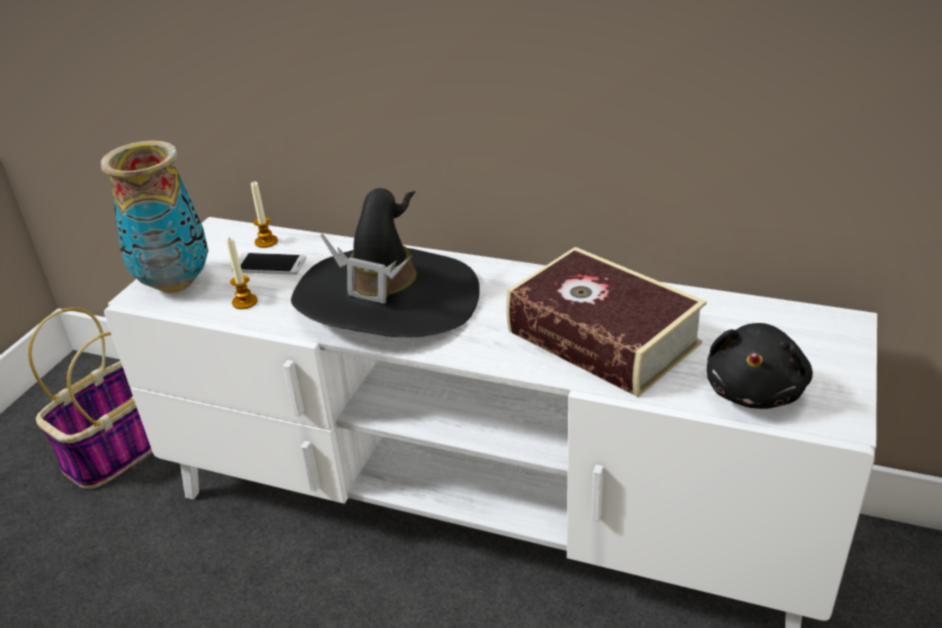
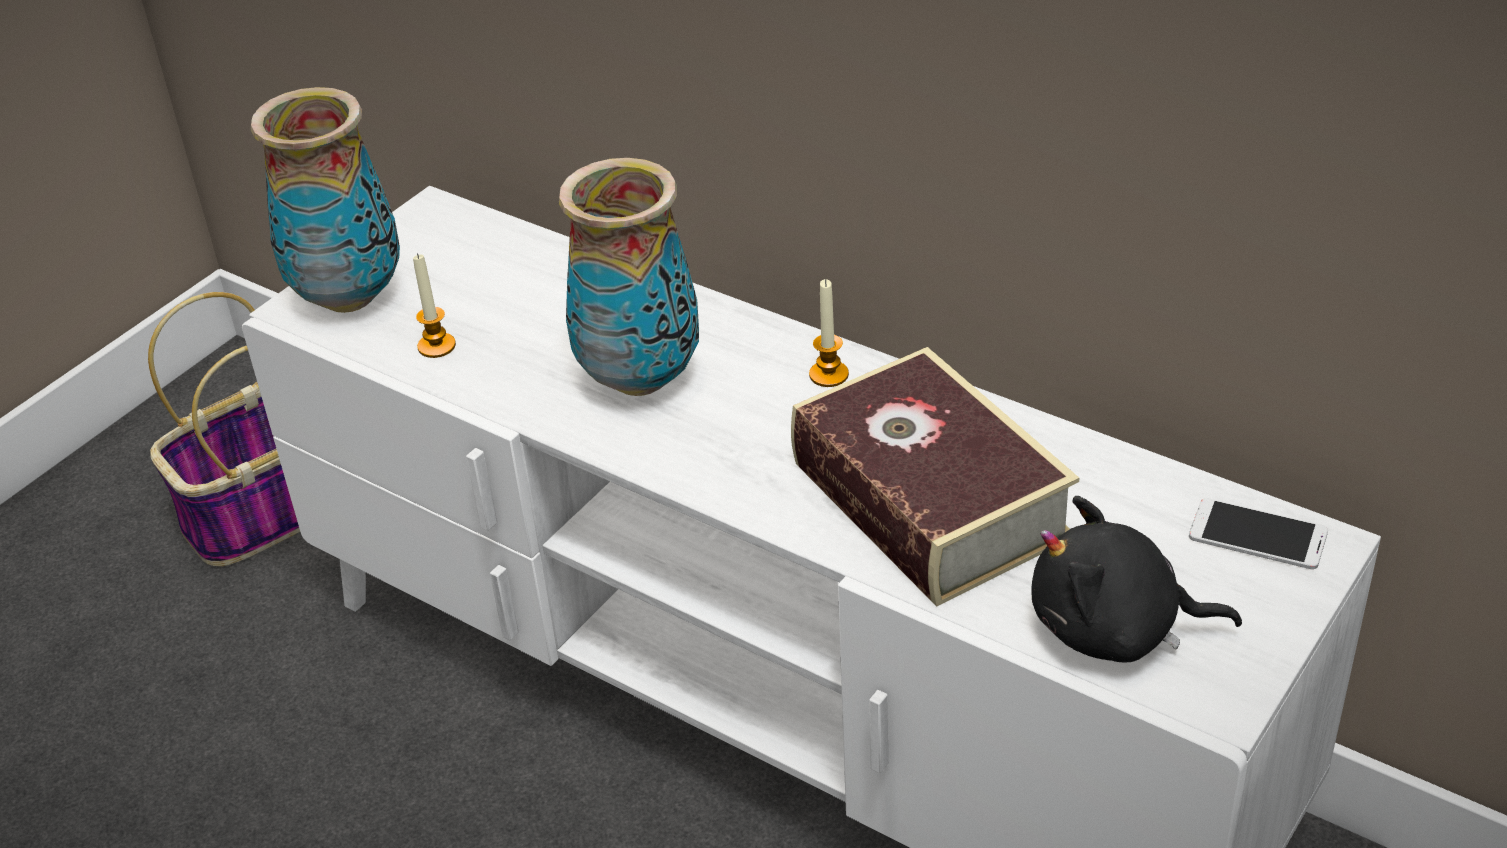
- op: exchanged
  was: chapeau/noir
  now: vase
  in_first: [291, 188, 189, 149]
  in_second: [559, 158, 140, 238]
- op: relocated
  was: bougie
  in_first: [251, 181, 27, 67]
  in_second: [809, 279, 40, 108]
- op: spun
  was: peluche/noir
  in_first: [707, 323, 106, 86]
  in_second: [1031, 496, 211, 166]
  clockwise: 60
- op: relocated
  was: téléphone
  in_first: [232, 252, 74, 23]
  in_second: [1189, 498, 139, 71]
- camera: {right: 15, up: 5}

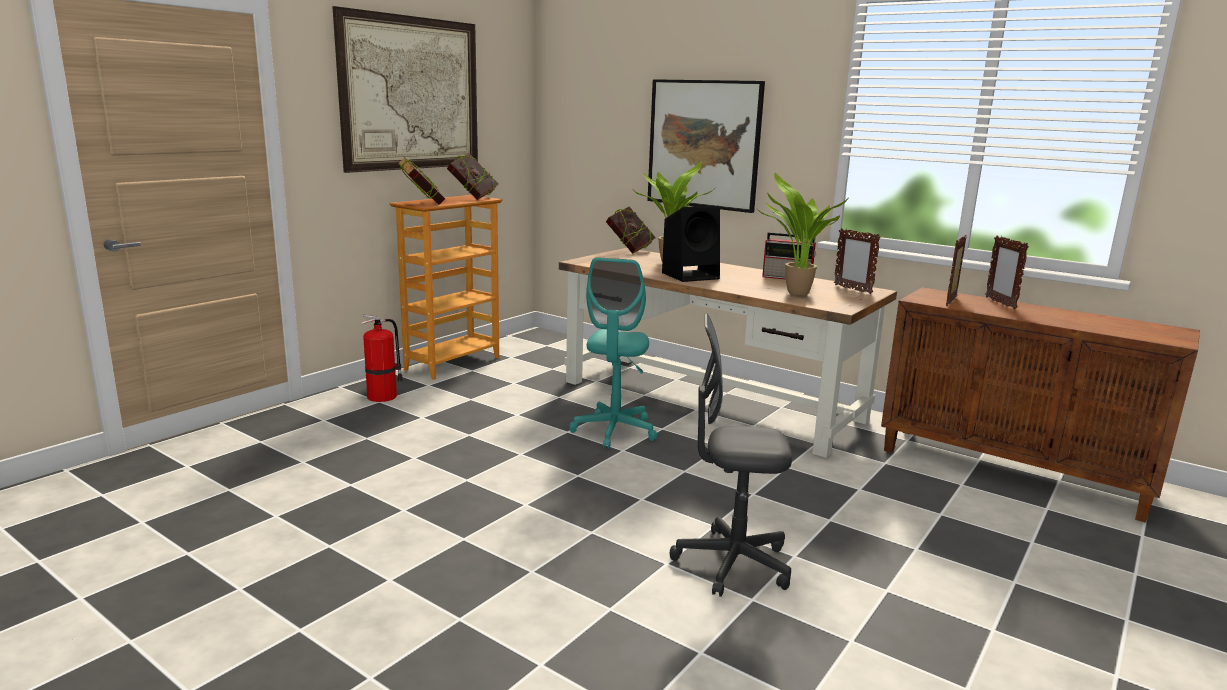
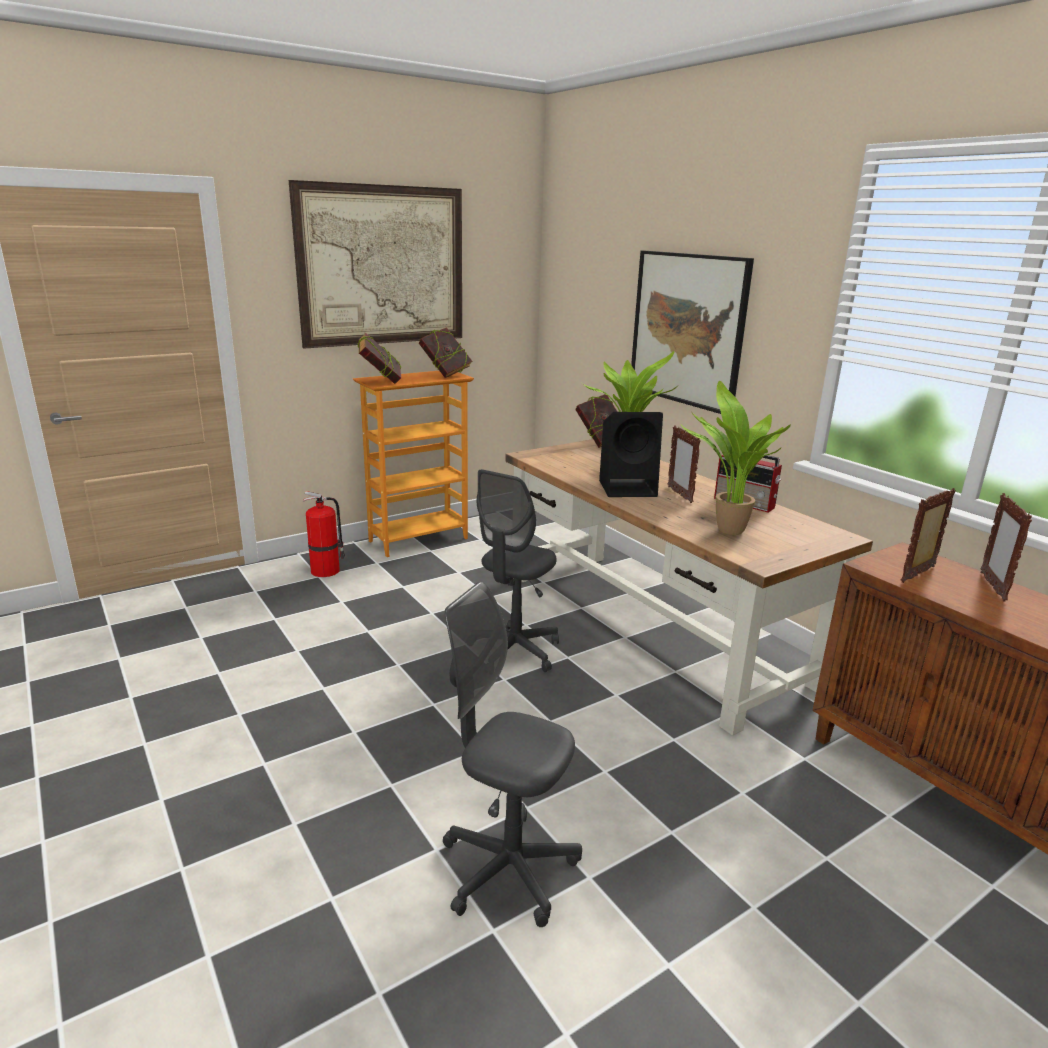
- op: colour
  was: chaise de bureau/turquoise
  now: chaise de bureau/gris
  in_first: [569, 257, 88, 192]
  in_second: [477, 469, 82, 203]
- op: relocated
  was: cadre photo
  in_first: [834, 228, 47, 66]
  in_second: [668, 425, 33, 78]
- camera: {right: 20, up: 5}

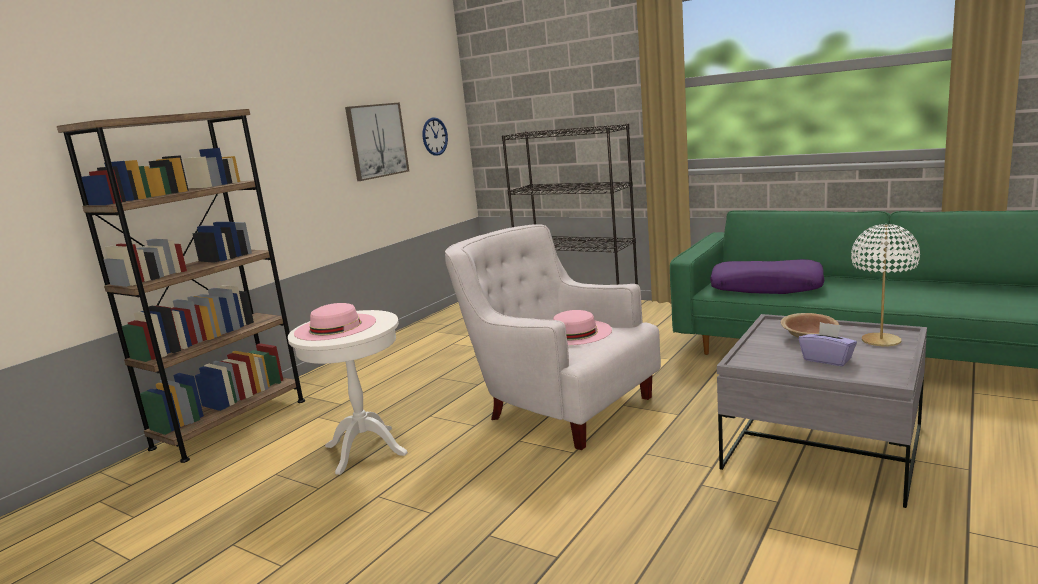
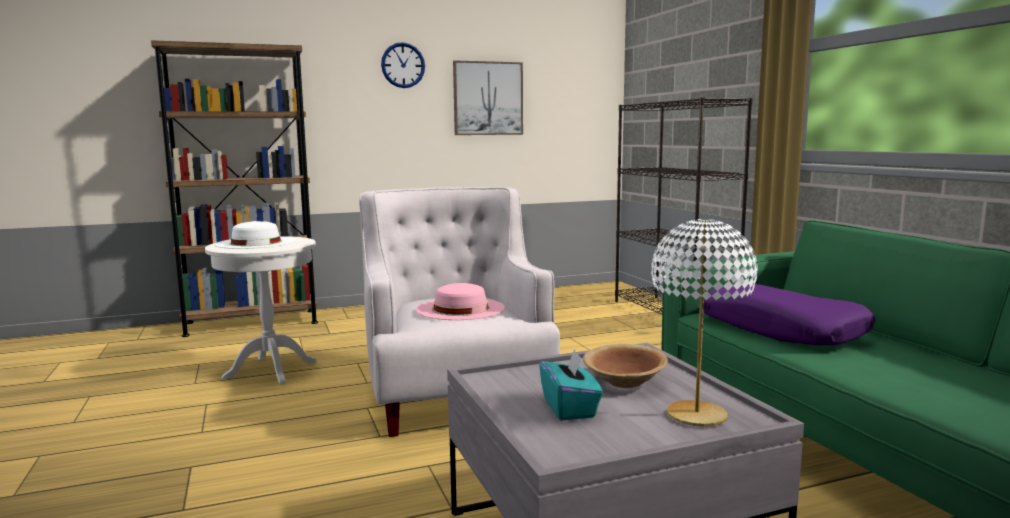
- op: colour
  was: chapeau/rose
  now: chapeau/blanc
  in_first: [294, 303, 82, 38]
  in_second: [215, 221, 81, 28]
- op: relocated
  was: horloge murale
  in_first: [422, 117, 26, 39]
  in_second: [381, 42, 44, 46]
- op: colour
  was: boîte à mouchoirs/violet
  now: boîte à mouchoirs/turquoise
  in_first: [799, 322, 58, 44]
  in_second: [539, 348, 64, 72]
- camera: {right: 35, up: -5}

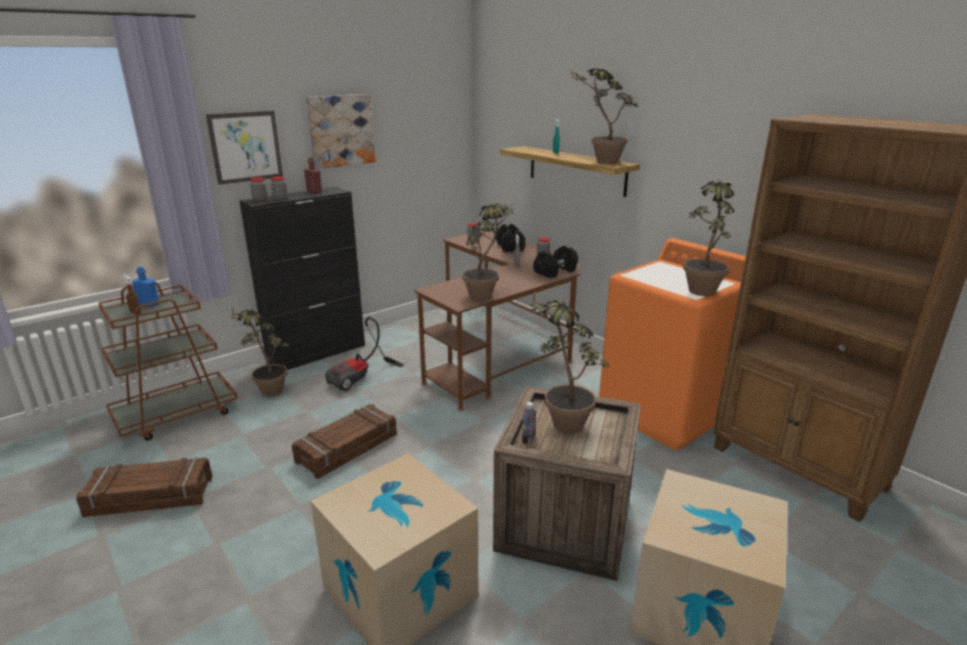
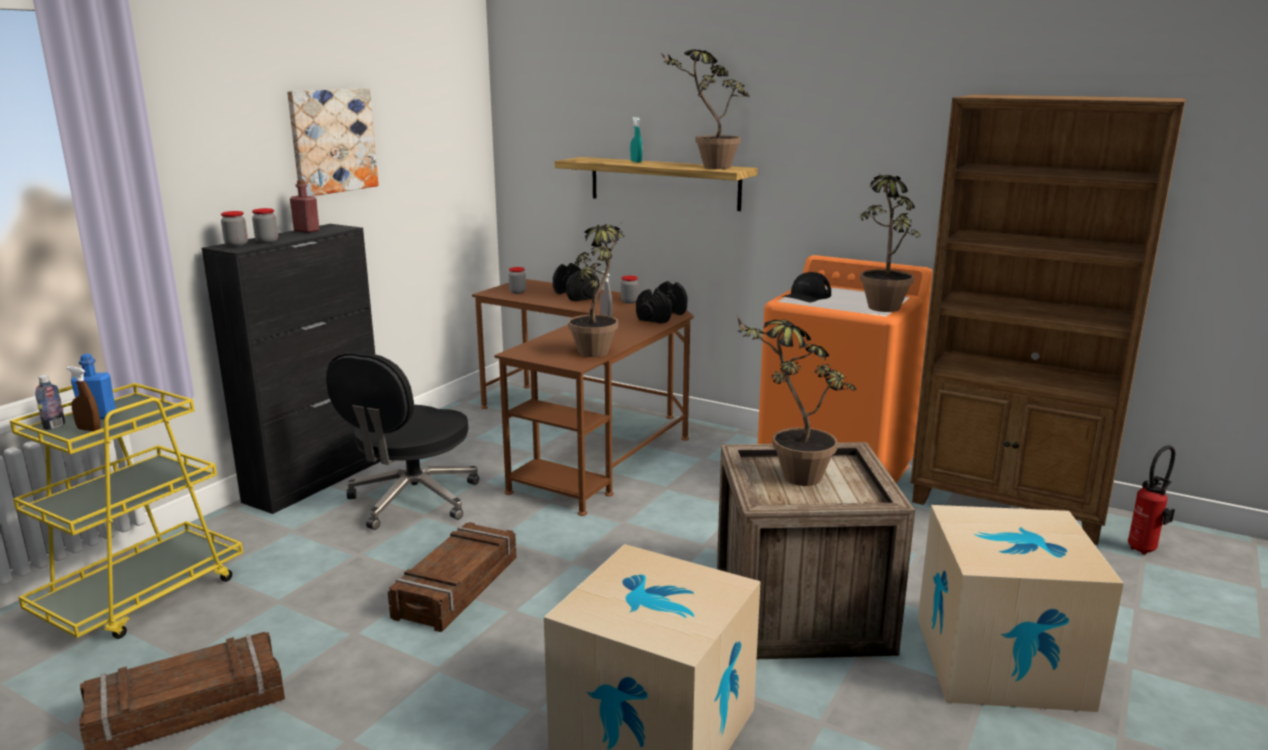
- op: colour
  was: chariot/marron
  now: chariot/jaune
  in_first: [98, 282, 139, 159]
  in_second: [10, 383, 233, 256]
- op: relocated
  was: bouteille
  in_first: [522, 402, 14, 42]
  in_second: [35, 375, 30, 55]
- op: exchanged
  was: aspirateur
  now: chaise de bureau/noir
  in_first: [325, 317, 79, 74]
  in_second: [326, 352, 153, 178]
- op: appeared
  now: casquette/noir
  in_second: [782, 272, 49, 30]
- op: appeared
  now: extincteur
  in_second: [1128, 445, 48, 110]
- op: missing
  was: tableau
  in_first: [206, 111, 77, 74]
- op: missing
  was: plante en pot
  in_first: [231, 307, 58, 90]
- camera: {right: -20, up: -5}

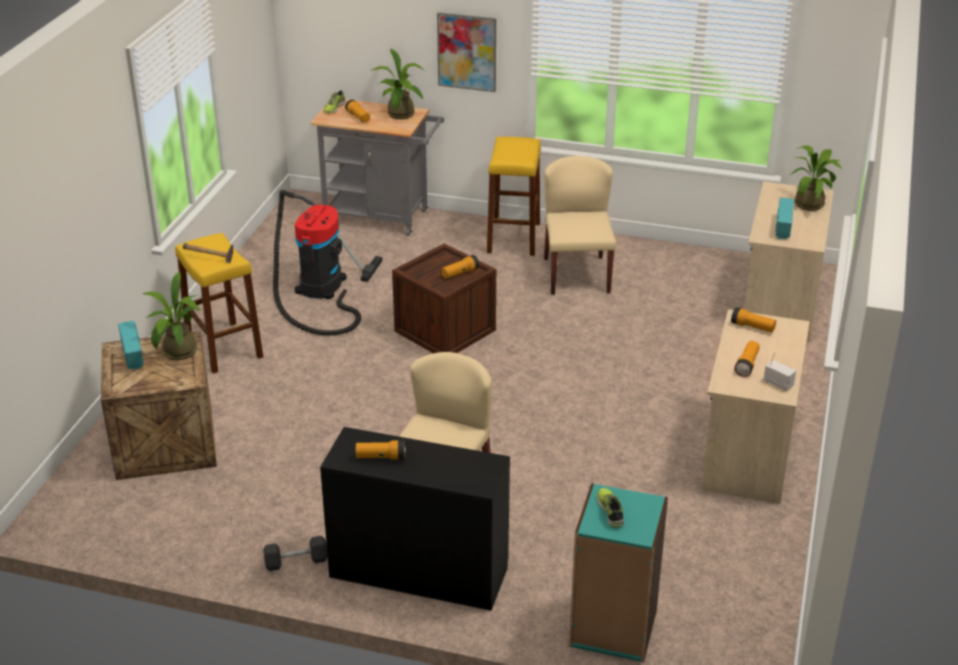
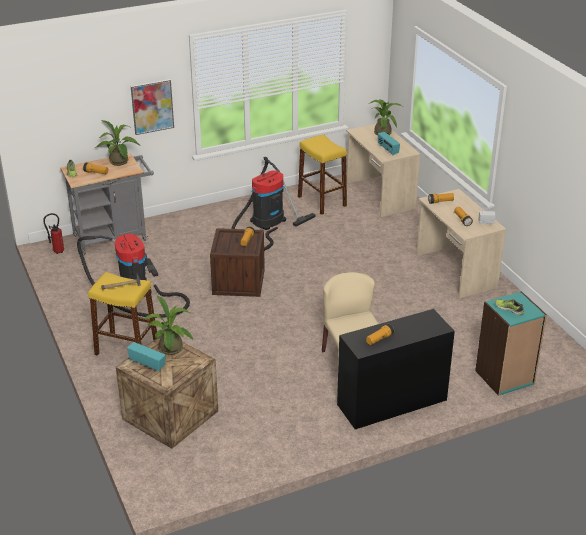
- op: appeared
  now: extincteur
  in_second: [43, 213, 21, 41]
- op: exchanged
  was: chaise/beige
  now: aspirateur
  in_first: [544, 156, 72, 139]
  in_second: [231, 157, 85, 94]
- op: relocated
  was: tabouret/jaune
  in_first: [487, 137, 54, 119]
  in_second: [298, 135, 49, 80]
- op: missing
  was: haltère/gris
  in_first: [263, 536, 64, 35]
- camera: {right: -40, up: 0}

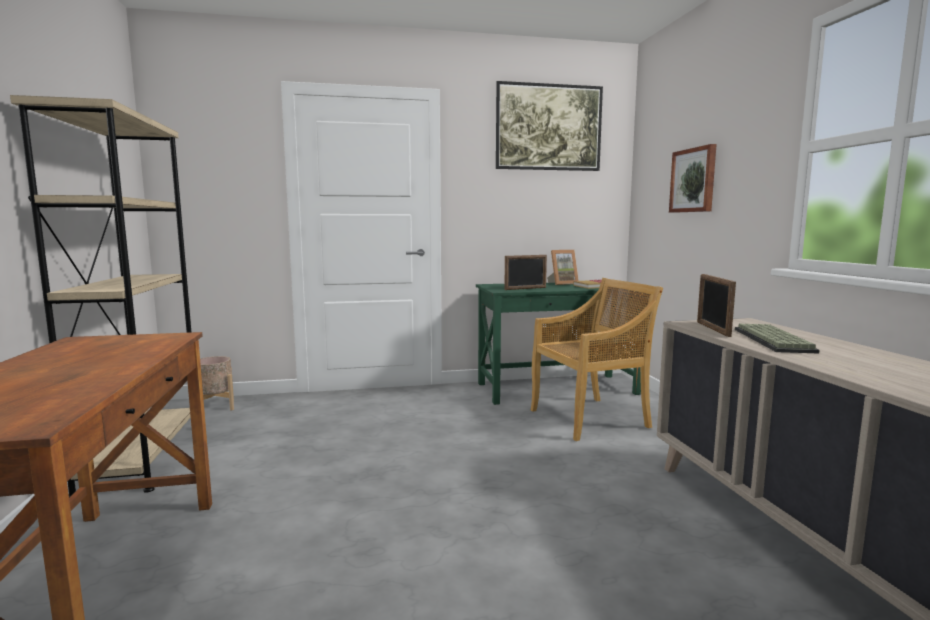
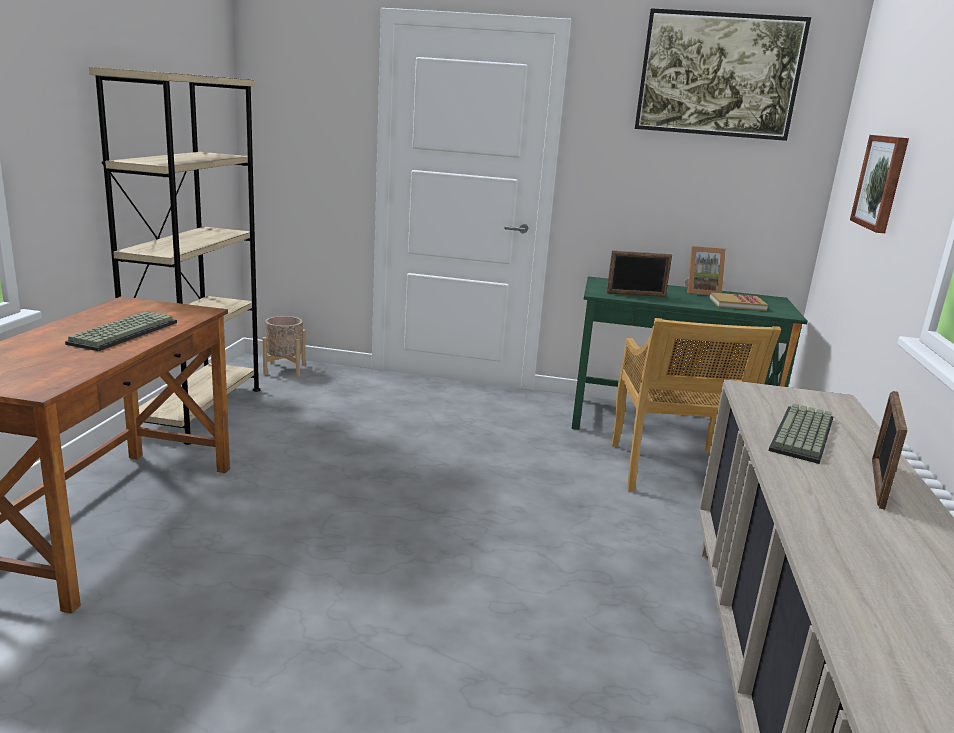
- op: appeared
  now: clavier
  in_second: [65, 311, 112, 40]
- op: spun
  was: chaise/beige
  in_first: [531, 278, 132, 163]
  in_second: [611, 318, 170, 174]
  clockwise: 90
- op: relocated
  was: cadre photo
  in_first: [697, 274, 39, 63]
  in_second: [872, 391, 36, 119]
- camera: {right: 20, up: 10}

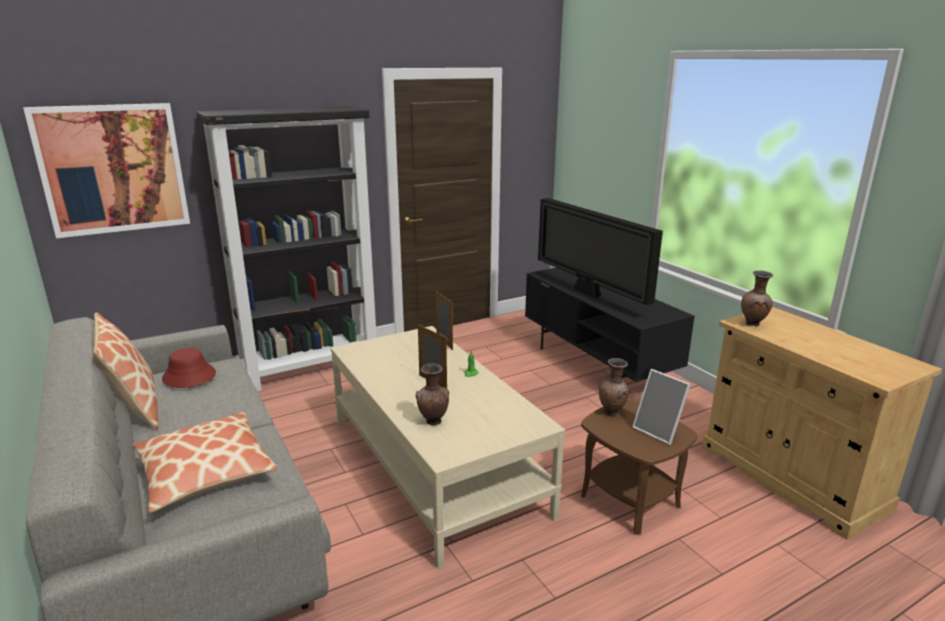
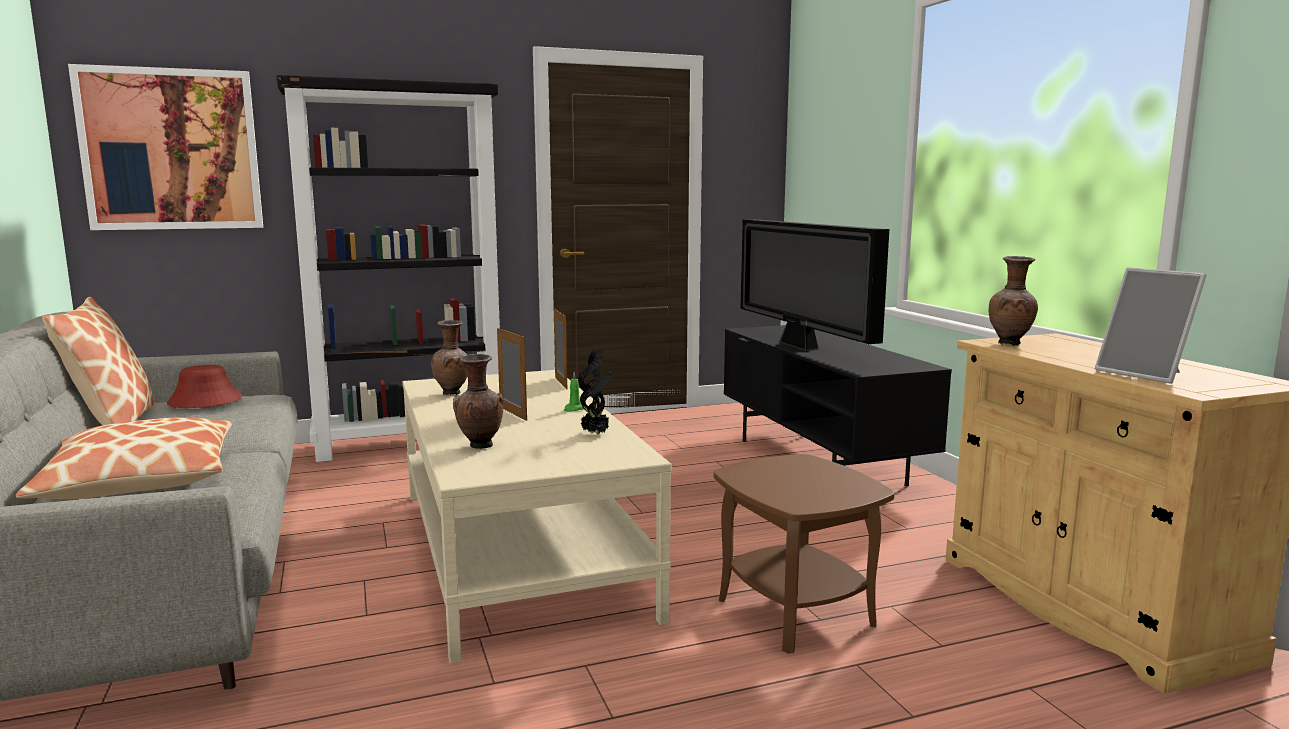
- op: relocated
  was: vase/marron
  in_first: [599, 358, 31, 58]
  in_second: [431, 320, 36, 75]
- op: appeared
  now: plante en pot
  in_second: [578, 348, 34, 87]
- op: relocated
  was: cadre photo
  in_first: [632, 369, 59, 76]
  in_second: [1095, 267, 112, 117]
- camera: {right: 10, up: -10}

